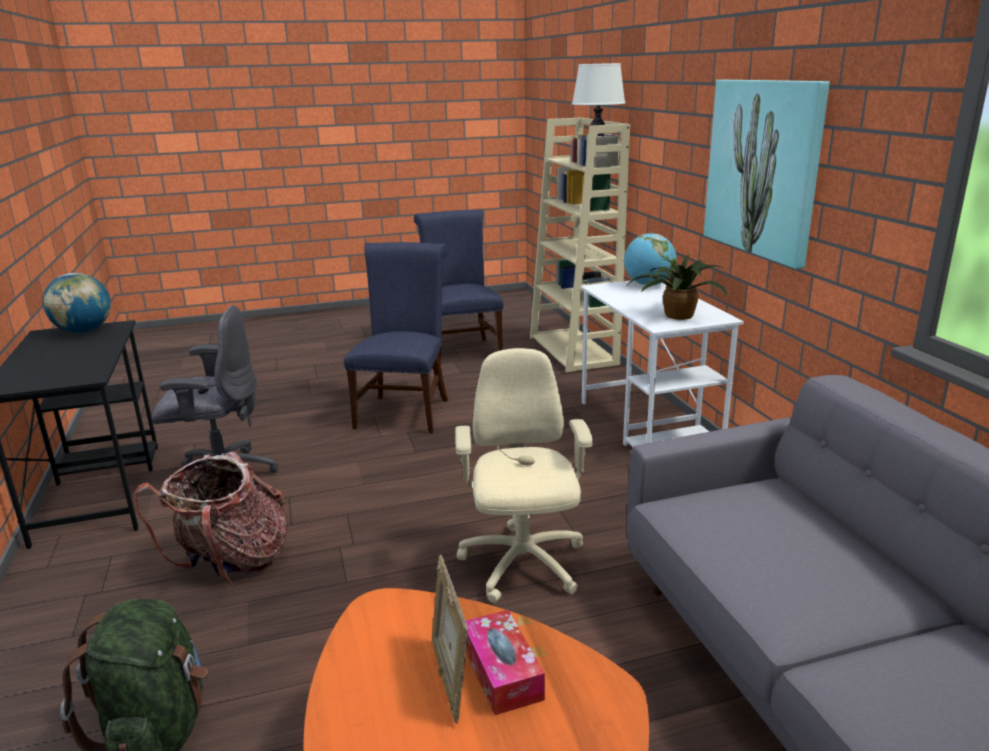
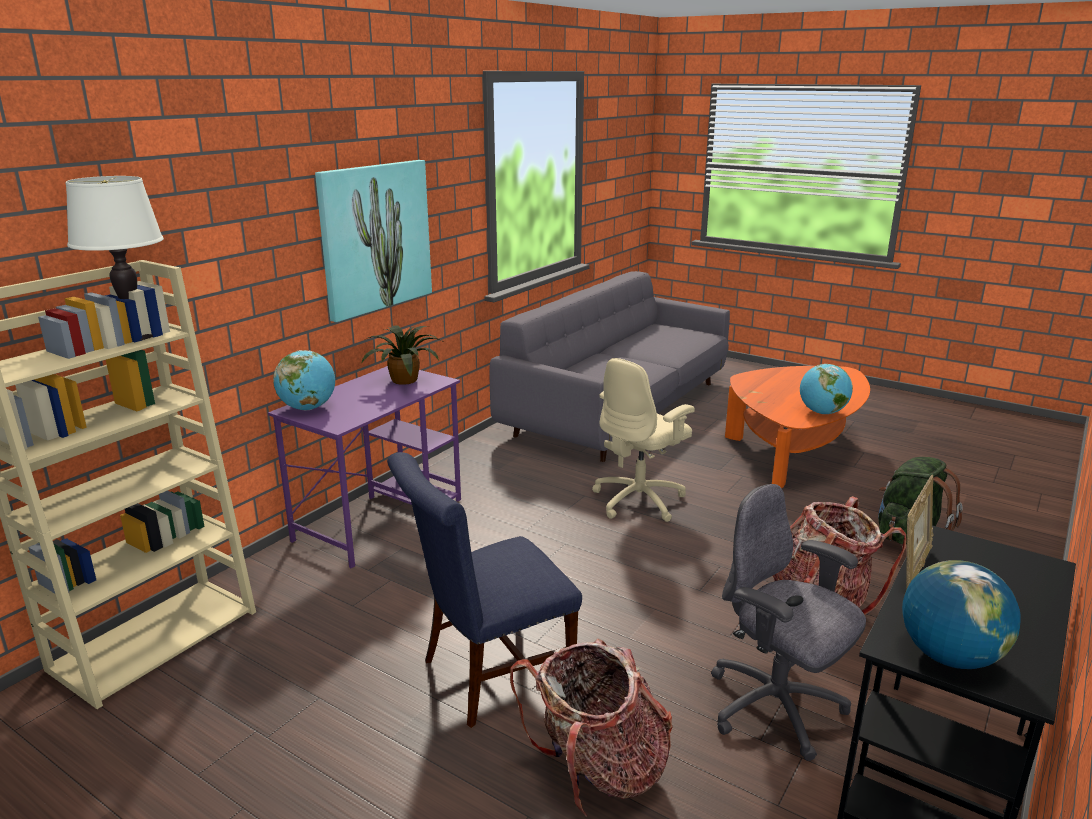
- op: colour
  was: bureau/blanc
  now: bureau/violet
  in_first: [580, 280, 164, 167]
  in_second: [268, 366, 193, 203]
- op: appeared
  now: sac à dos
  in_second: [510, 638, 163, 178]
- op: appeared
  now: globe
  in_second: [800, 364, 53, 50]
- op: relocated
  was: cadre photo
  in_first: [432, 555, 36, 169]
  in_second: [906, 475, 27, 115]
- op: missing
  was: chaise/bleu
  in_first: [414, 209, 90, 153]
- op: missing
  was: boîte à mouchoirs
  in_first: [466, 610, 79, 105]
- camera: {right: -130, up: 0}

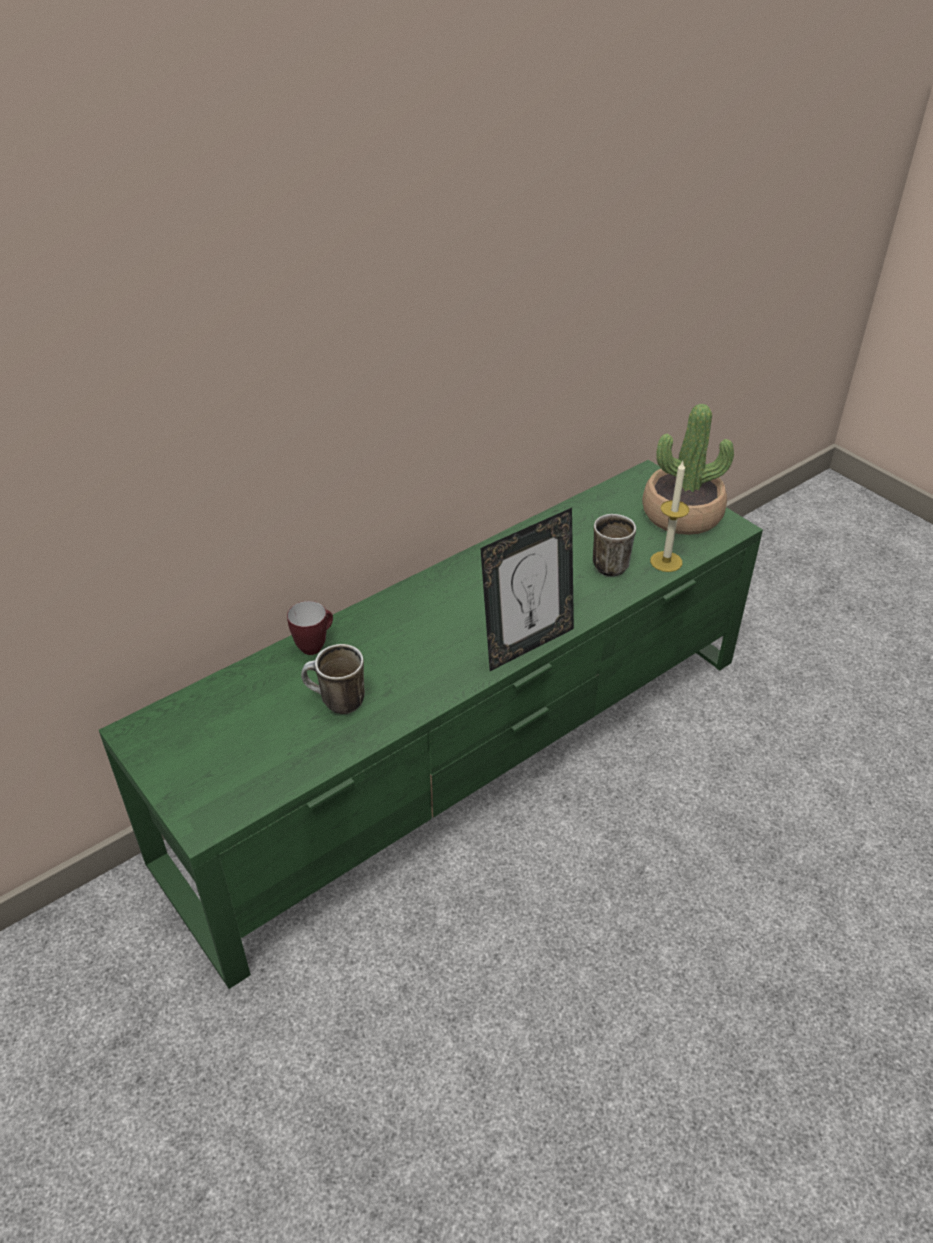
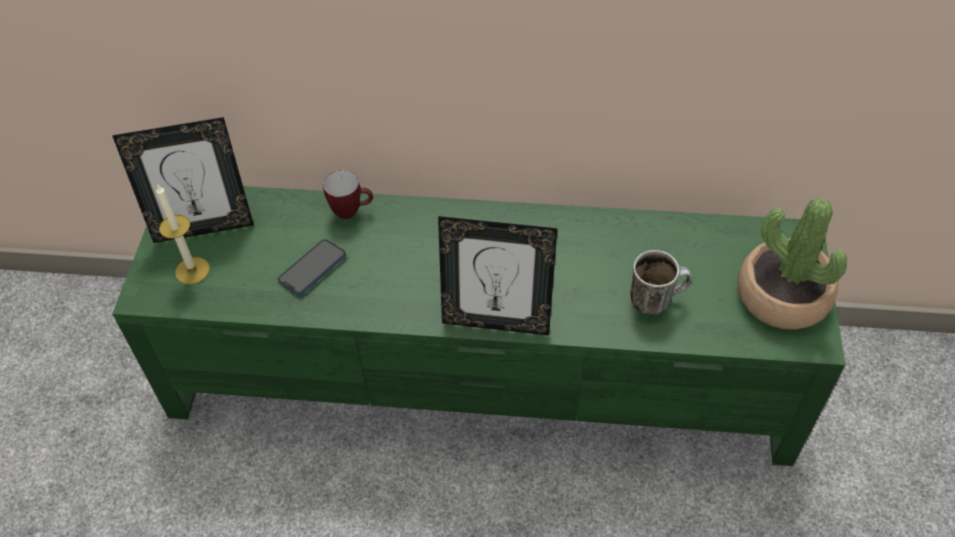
- op: appeared
  now: cadre photo
  in_second: [112, 117, 142, 126]
- op: relocated
  was: bougie
  in_first: [650, 461, 39, 111]
  in_second: [156, 185, 54, 100]
- op: exchanged
  was: mug
  now: téléphone
  in_first: [301, 644, 64, 70]
  in_second: [278, 239, 68, 57]
- camera: {right: 45, up: 10}

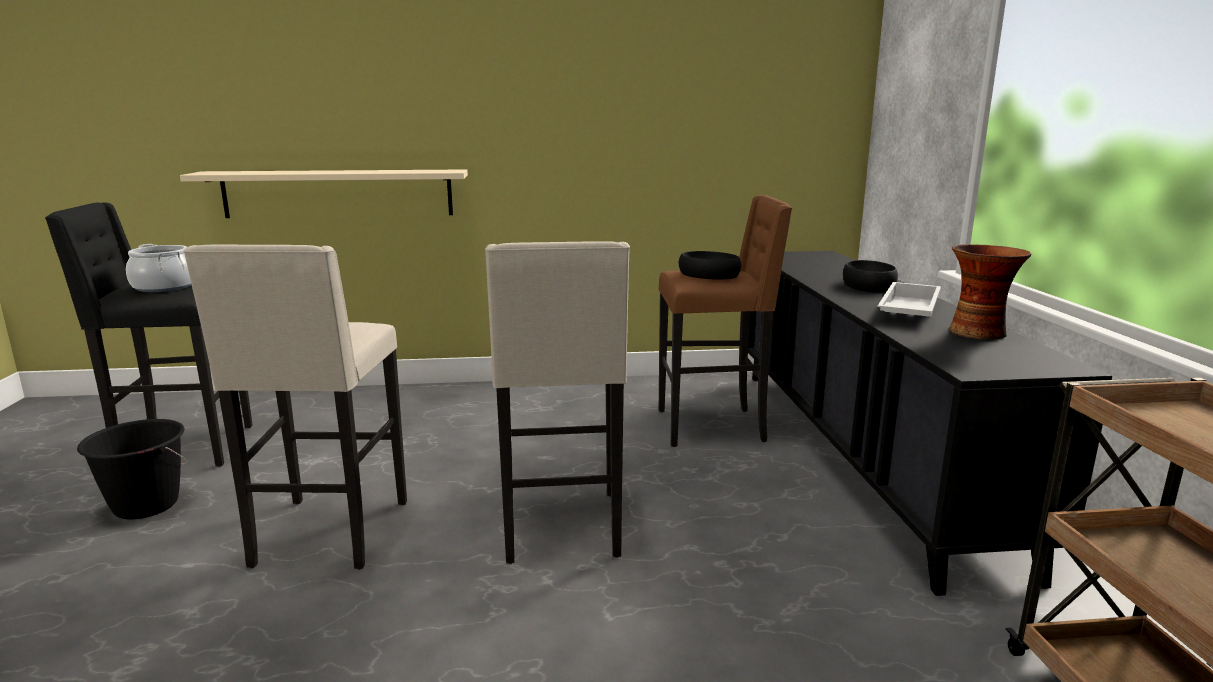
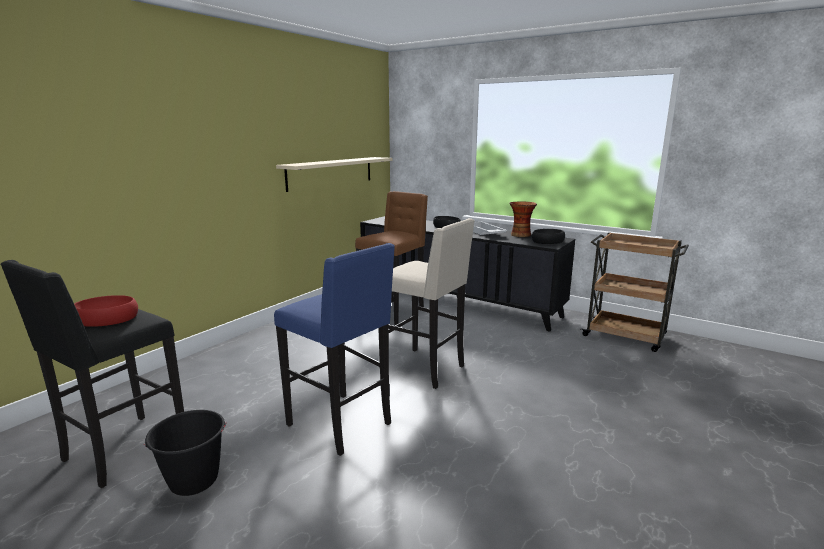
- op: exchanged
  was: marmite
  now: bol/rouge
  in_first: [126, 244, 65, 48]
  in_second: [74, 295, 64, 32]
- op: colour
  was: tabouret/beige
  now: tabouret/bleu
  in_first: [183, 245, 224, 325]
  in_second: [274, 243, 121, 213]
- op: relocated
  was: étagère/beige
  in_first: [180, 169, 288, 49]
  in_second: [276, 157, 116, 35]
- op: relocated
  was: bol/noir
  in_first: [679, 251, 62, 29]
  in_second: [532, 229, 33, 15]
- camera: {right: -50, up: 0}

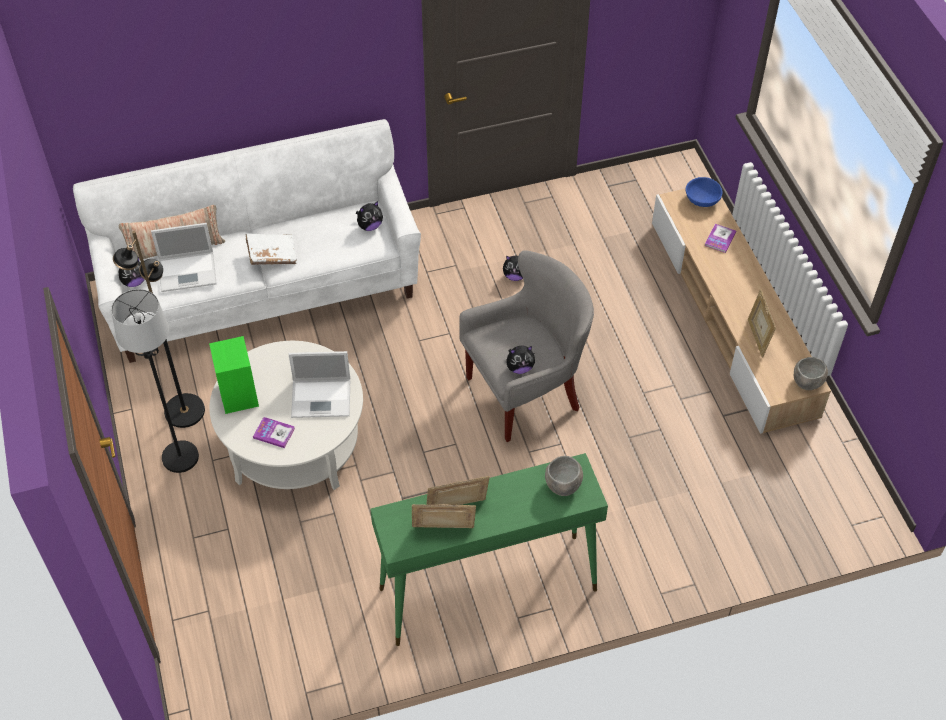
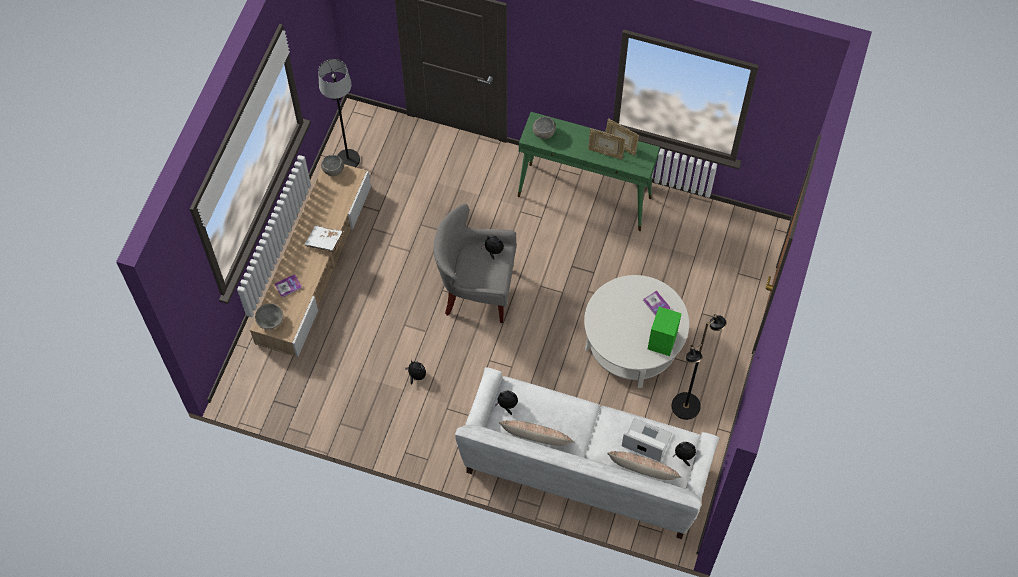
- op: colour
  was: bol/bleu
  now: bol/gris
  in_first: [685, 177, 37, 30]
  in_second: [255, 304, 28, 26]
- op: relocated
  was: livre/blanc
  in_first: [246, 233, 51, 32]
  in_second: [305, 225, 39, 27]
- op: relocated
  was: lampadaire/noir
  in_first: [111, 289, 88, 184]
  in_second: [318, 59, 42, 108]
- op: appeared
  now: coussin
  in_second: [499, 420, 75, 26]
- op: missing
  was: ordinateur portable
  in_first: [288, 351, 62, 67]
- op: missing
  was: cadre photo
  in_first: [748, 289, 28, 68]
- camera: {right: -145, up: 10}

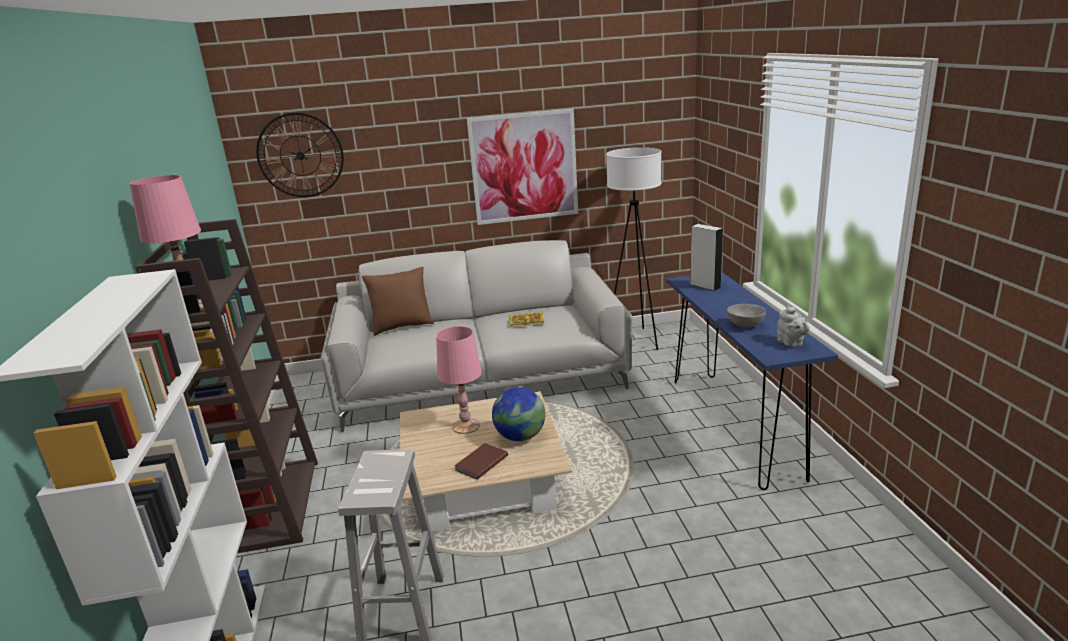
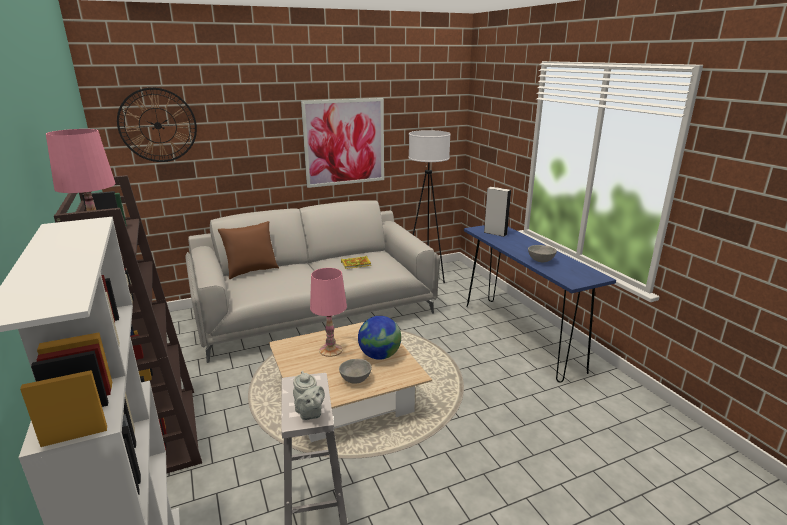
- op: relocated
  was: théière/gris
  in_first: [777, 305, 33, 42]
  in_second: [293, 371, 32, 49]
- op: exchanged
  was: livre/marron
  now: bol/gris
  in_first: [454, 443, 54, 37]
  in_second: [339, 359, 33, 25]
- camera: {right: -15, up: 0}

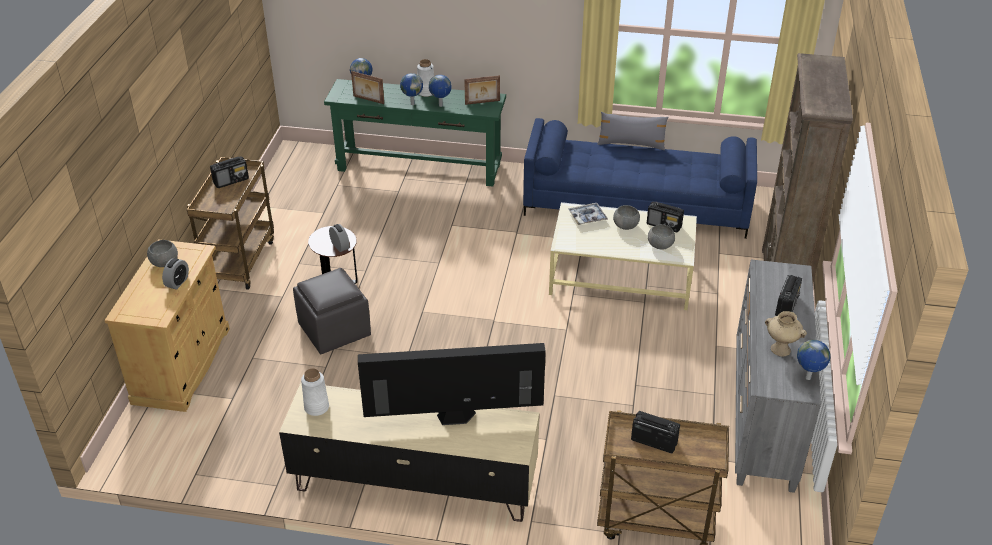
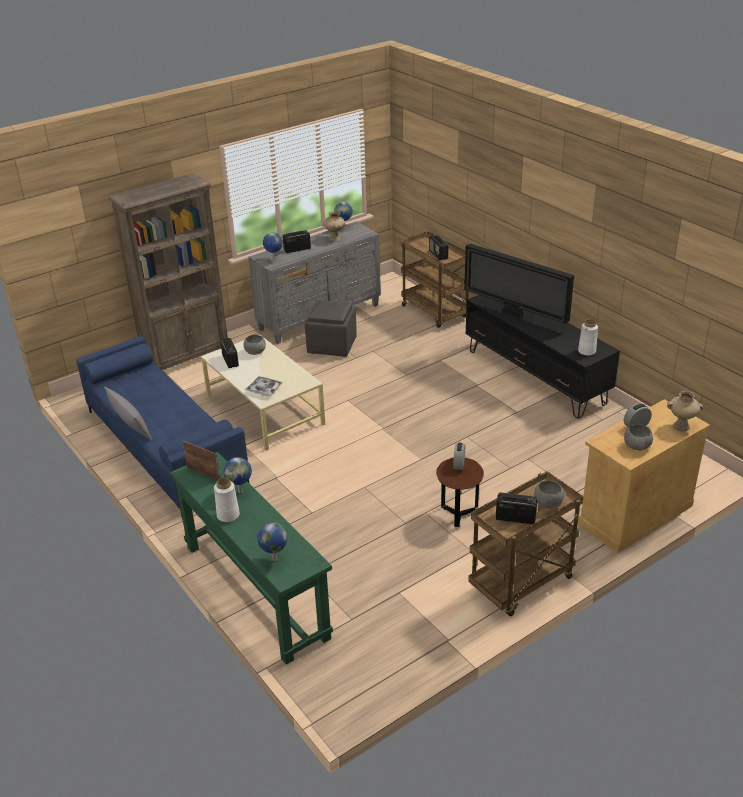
- op: relocated
  was: globe
  in_first: [400, 73, 23, 32]
  in_second: [263, 233, 20, 28]
- op: relocated
  was: pouf/gris
  in_first: [293, 268, 78, 86]
  in_second: [305, 300, 52, 57]
- op: colour
  was: meuble télé/beige
  now: meuble télé/noir
  in_first: [279, 382, 260, 140]
  in_second: [466, 295, 154, 124]
- op: relocated
  was: bol/gris
  in_first: [613, 205, 27, 25]
  in_second: [534, 480, 31, 29]
- op: appeared
  now: vase/beige
  in_second: [667, 391, 36, 41]
- op: missing
  was: cadre photo
  in_first: [351, 71, 33, 33]
- camera: {right: -135, up: -5}

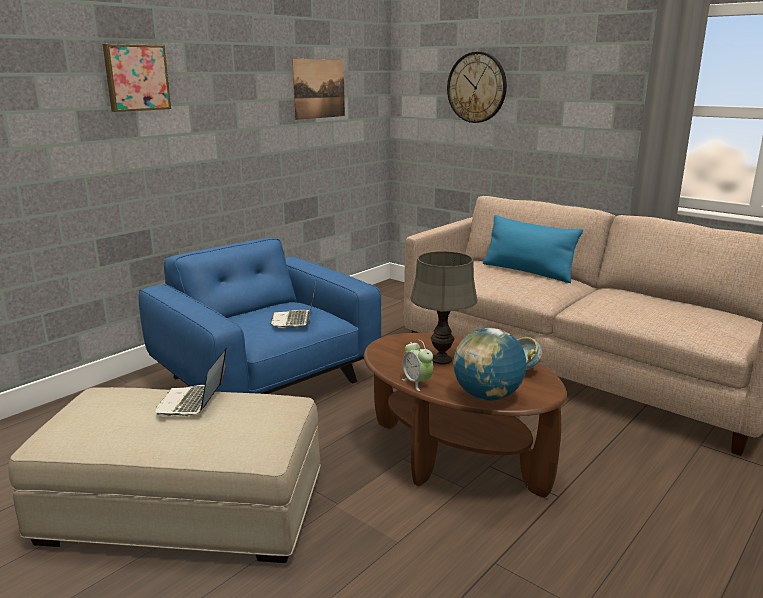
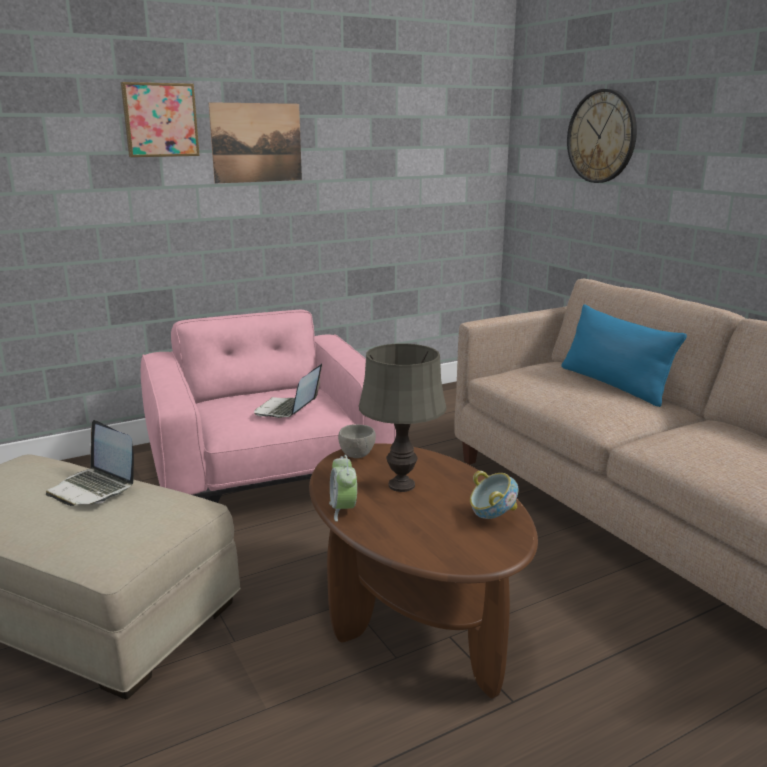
- op: spun
  was: ordinateur portable
  in_first: [156, 348, 71, 68]
  in_second: [46, 420, 88, 86]
  clockwise: -75
- op: colour
  was: fauteuil/bleu
  now: fauteuil/rose
  in_first: [139, 238, 242, 156]
  in_second: [141, 310, 255, 193]
- op: relocated
  was: tableau
  in_first: [292, 59, 53, 61]
  in_second: [209, 102, 93, 81]
- op: appeared
  now: bol/gris
  in_second: [338, 424, 38, 34]
- op: missing
  was: globe
  in_first: [453, 328, 74, 72]
- camera: {right: 20, up: 0}

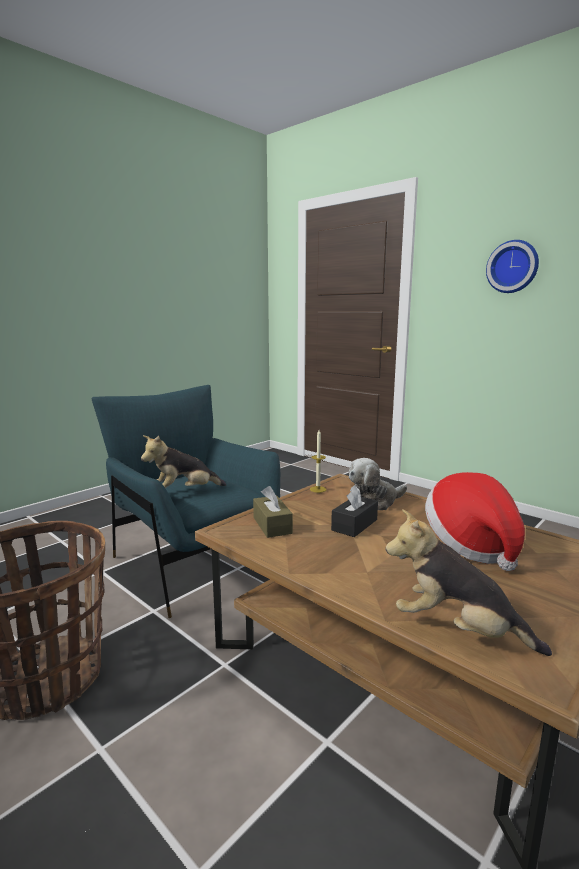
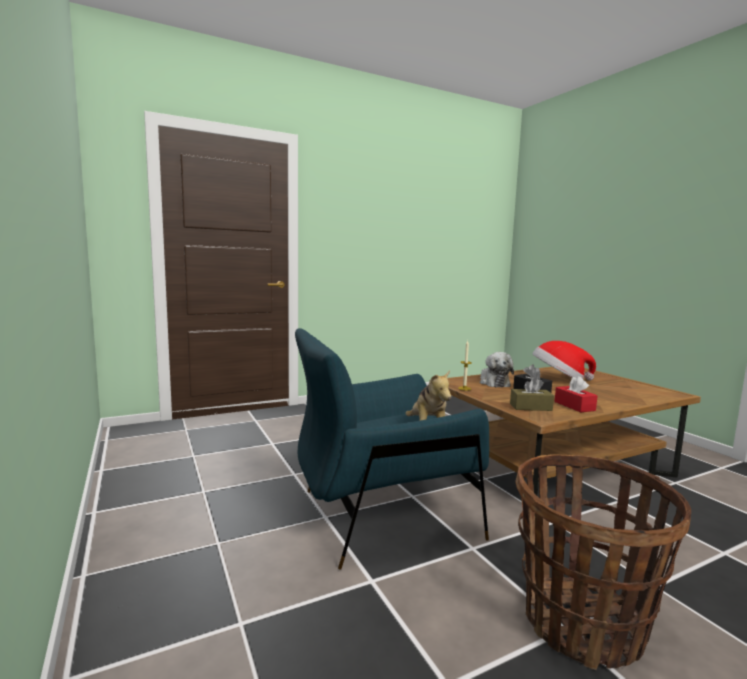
- op: appeared
  now: boîte à mouchoirs/rouge
  in_second: [555, 376, 43, 36]
- op: missing
  was: peluche
  in_first: [386, 509, 166, 147]
- op: missing
  was: horloge murale
  in_first: [486, 240, 53, 53]
- camera: {right: -70, up: -5}

